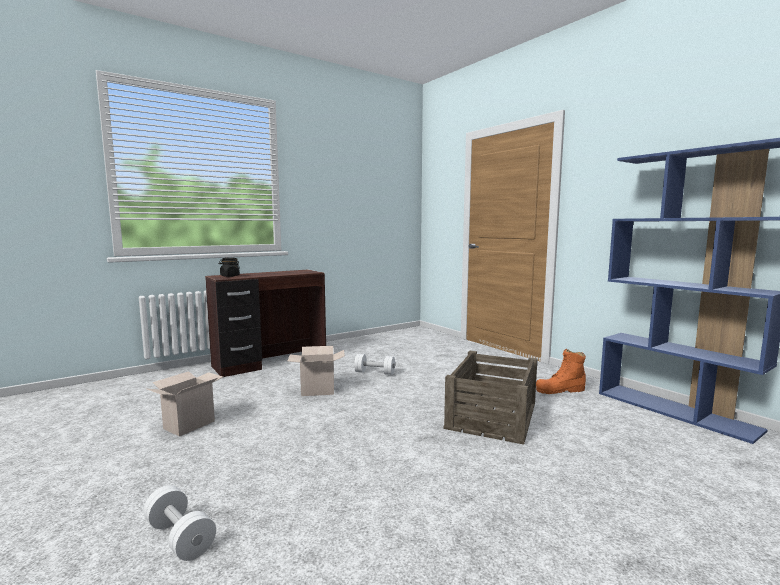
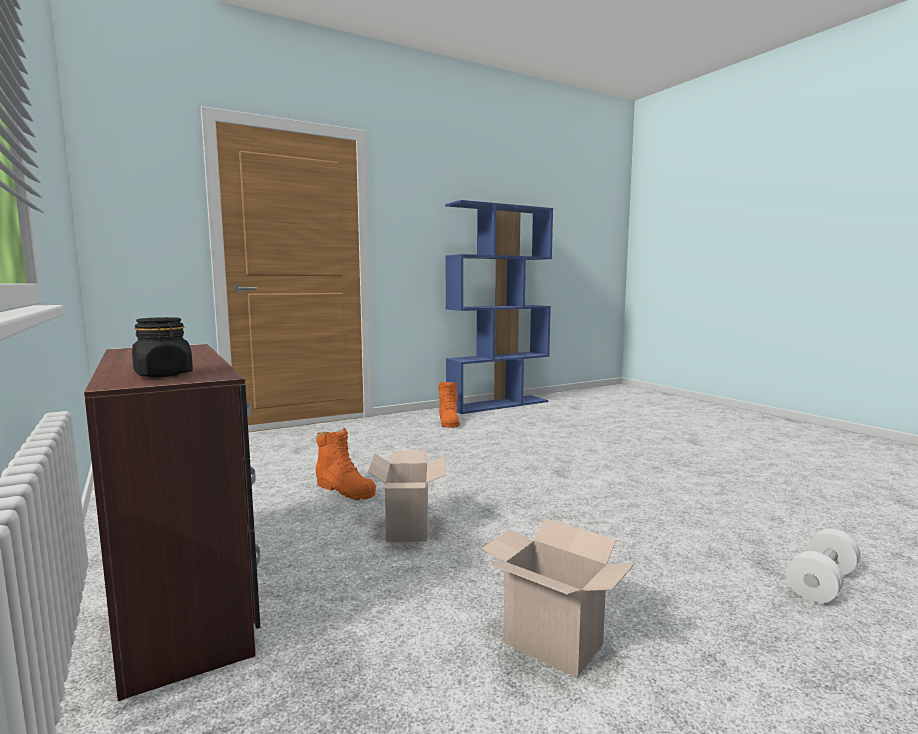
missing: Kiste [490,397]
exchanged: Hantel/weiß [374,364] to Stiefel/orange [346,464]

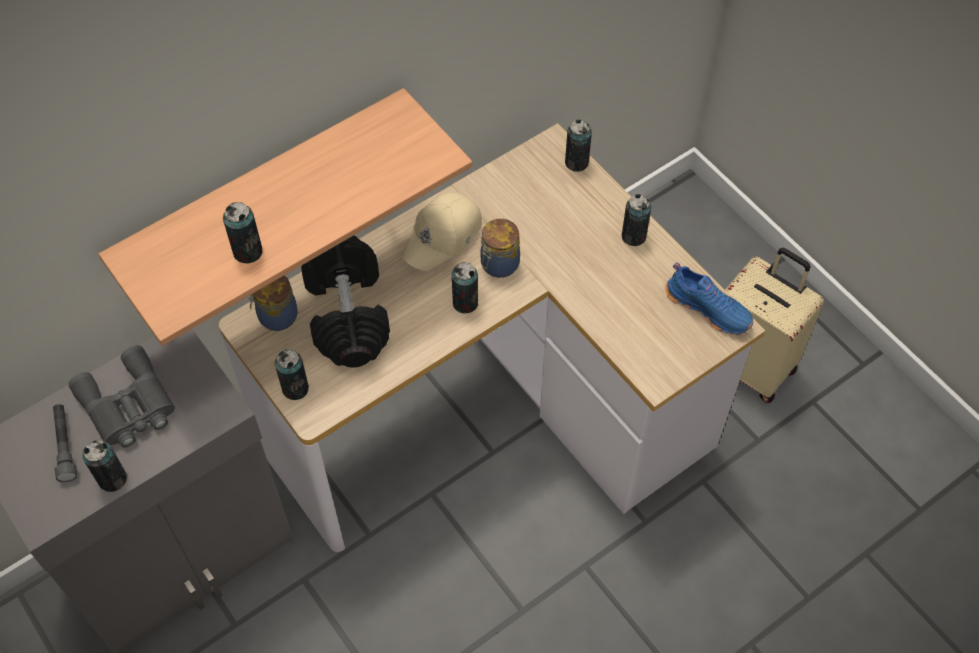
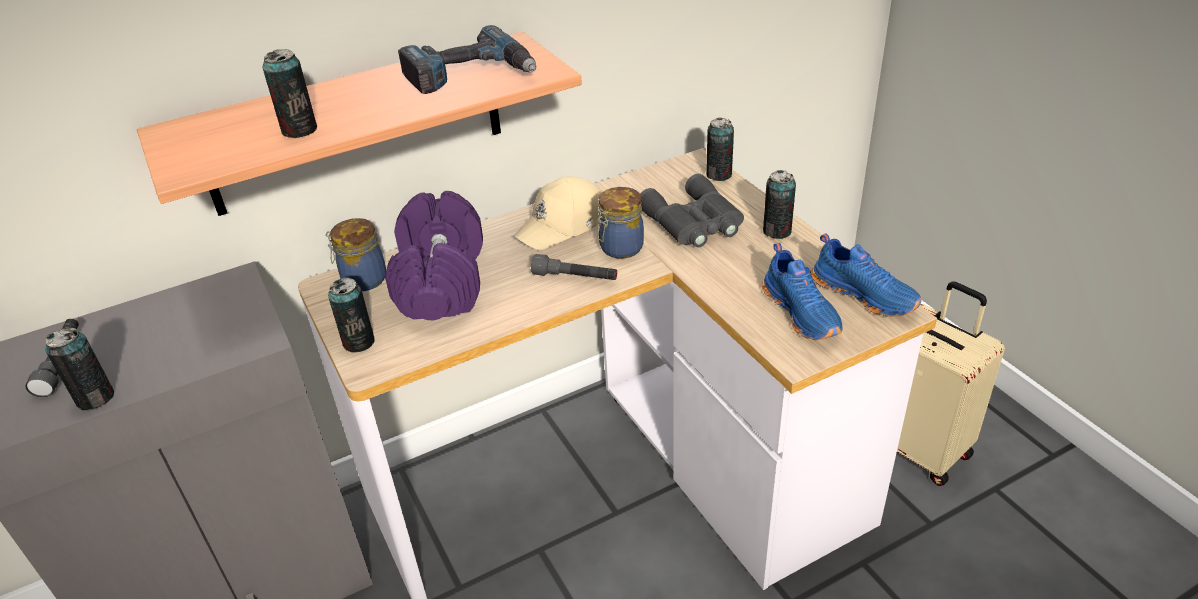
appeared: Bohrmaschine [467,59]; Schuh/blau [802,291]
relocated: Fernglas/grau [121,396] to [692,210]
exchanged: Dose [465,287] to Taschenlampe/grau [574,267]
colour: Hantel/schwarz [345,301] to Hantel/lila [434,255]

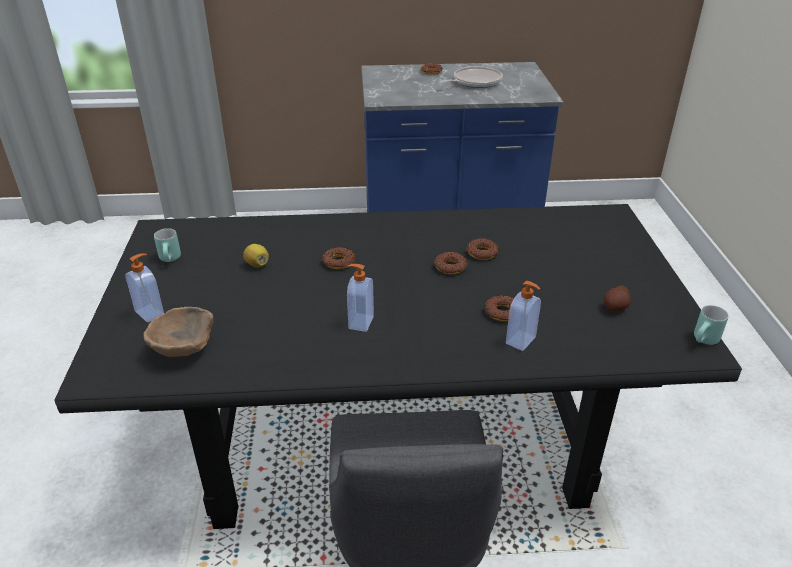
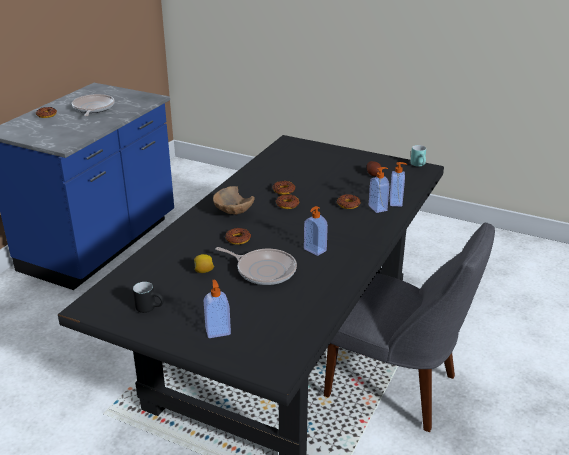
appeared: Pfanne [256,266]; Seifenspender [398,184]
relocated: Schüssel/braun [178,332] to [234,200]
colour: Henkelbecher/türkis [167,245] to Henkelbecher/schwarz [148,297]

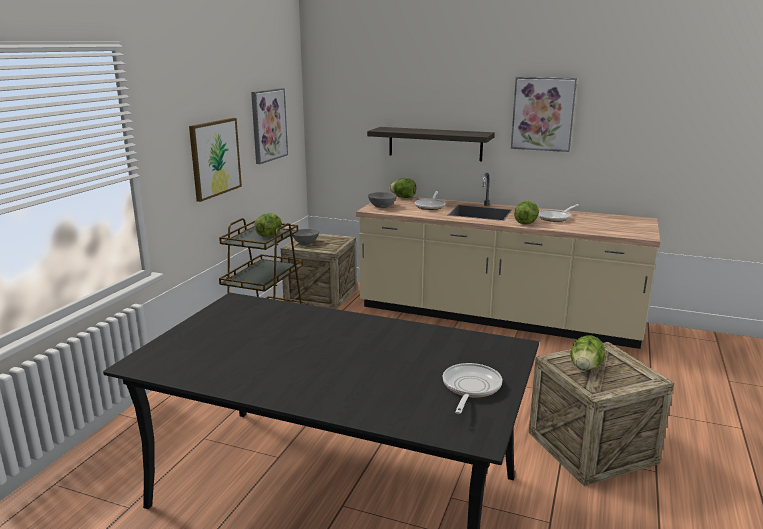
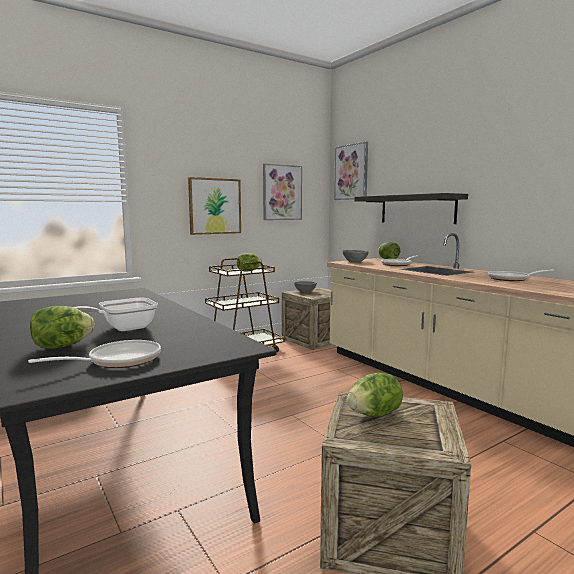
appeared: Pfanne [116,314]
relocated: Salatkopf [526,213] to [62,327]; Bild [544,114] to [351,171]

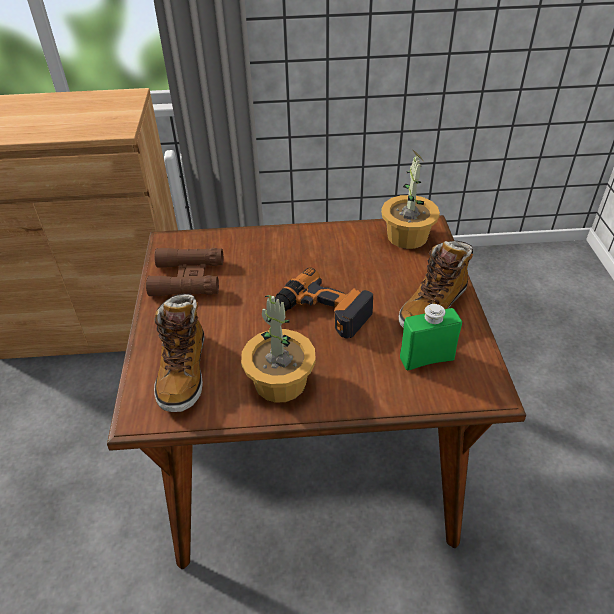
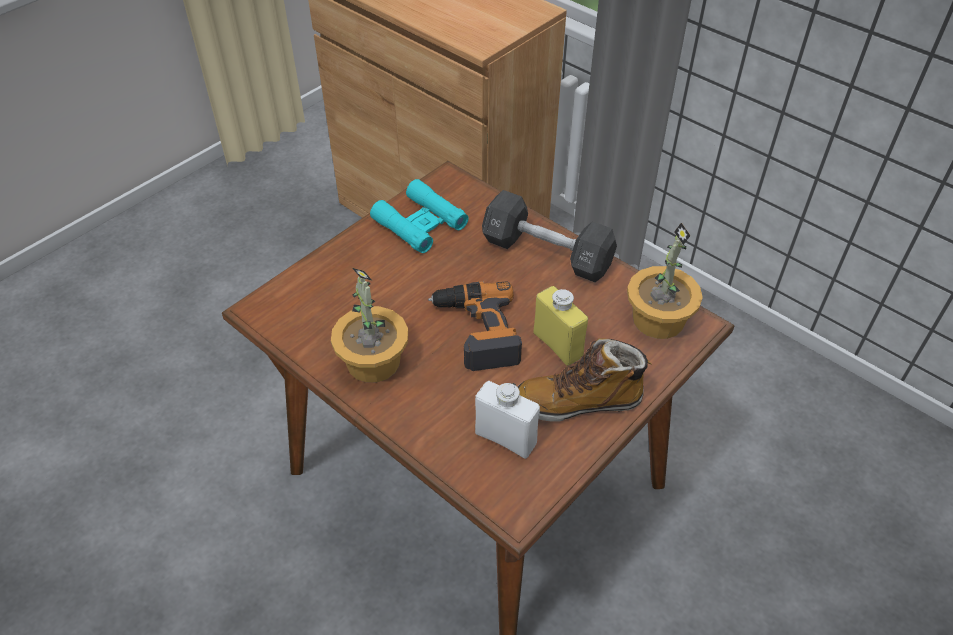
missing: Stiefel [179,353]
appeared: Hantel/schwarz [549,236]; Flasche/gelb [560,326]
colour: Fernglas/braun [184,272] to Fernglas/türkis [419,216]; Flasche/grün [431,336] to Flasche/weiß [507,420]

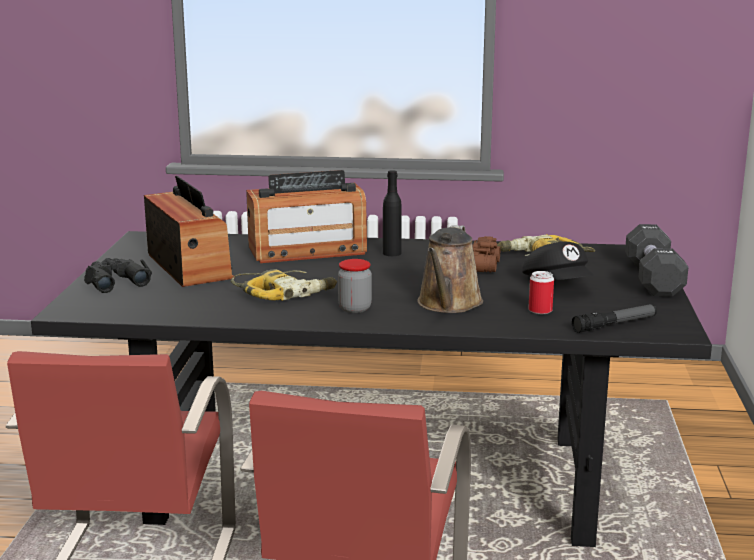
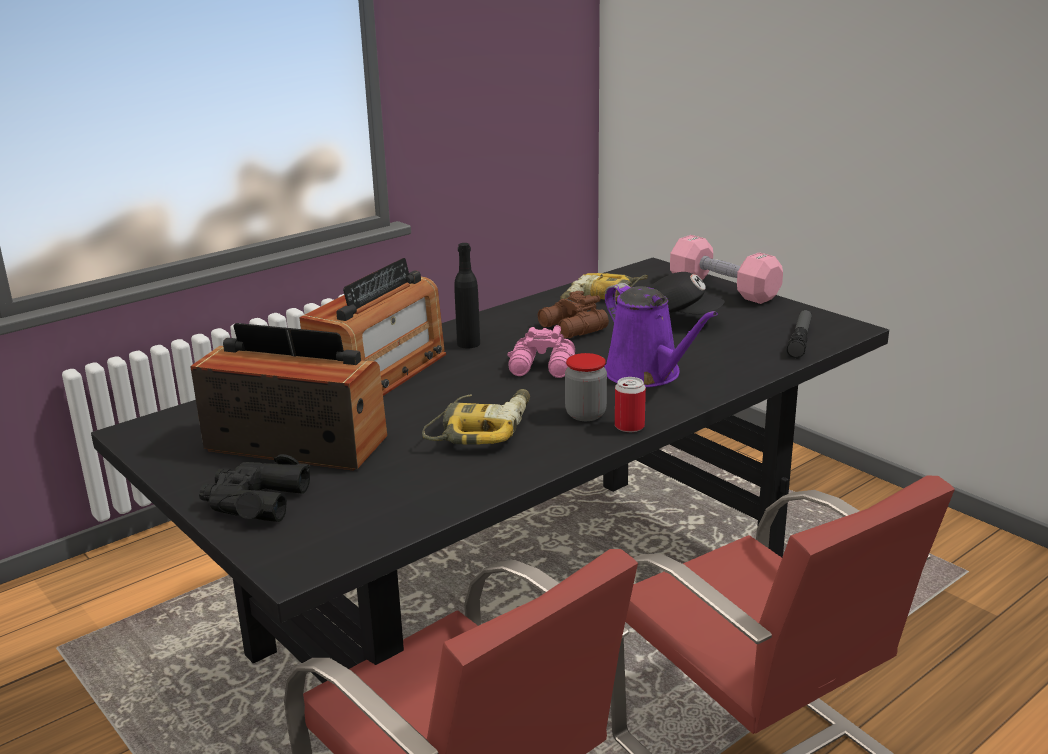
appeared: Fernglas/rosa [541,351]
relocated: Dose [541,292] to [630,404]
colour: Gießkanne/braun [450,269] to Gießkanne/lila [661,335]; Hantel/schwarz [656,260] to Hantel/rosa [726,269]

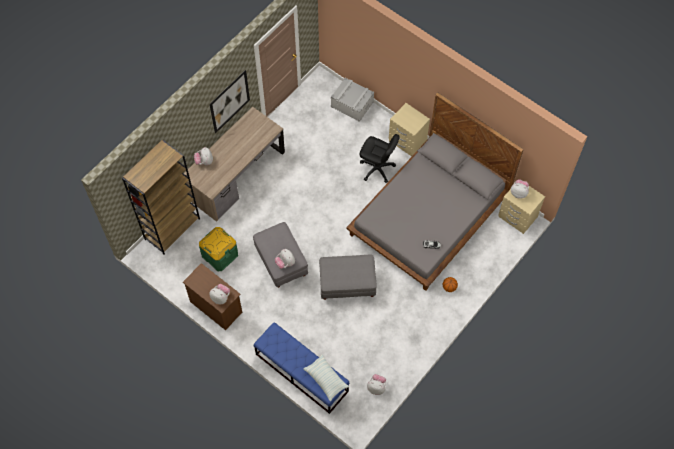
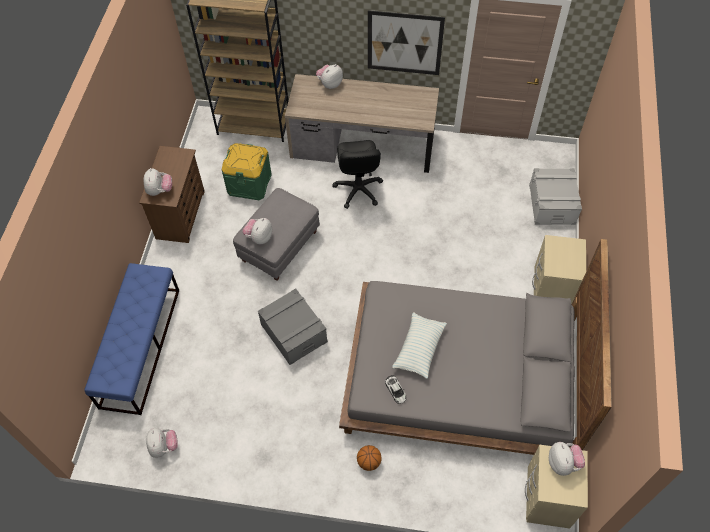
relocated: Bürostuhl/schwarz [380,158] to [357,174]; Kissen [326,378] to [419,346]
exchanged: Polsterhocker/grau [348,277] to Aufbewahrungsbox/grau [293,326]

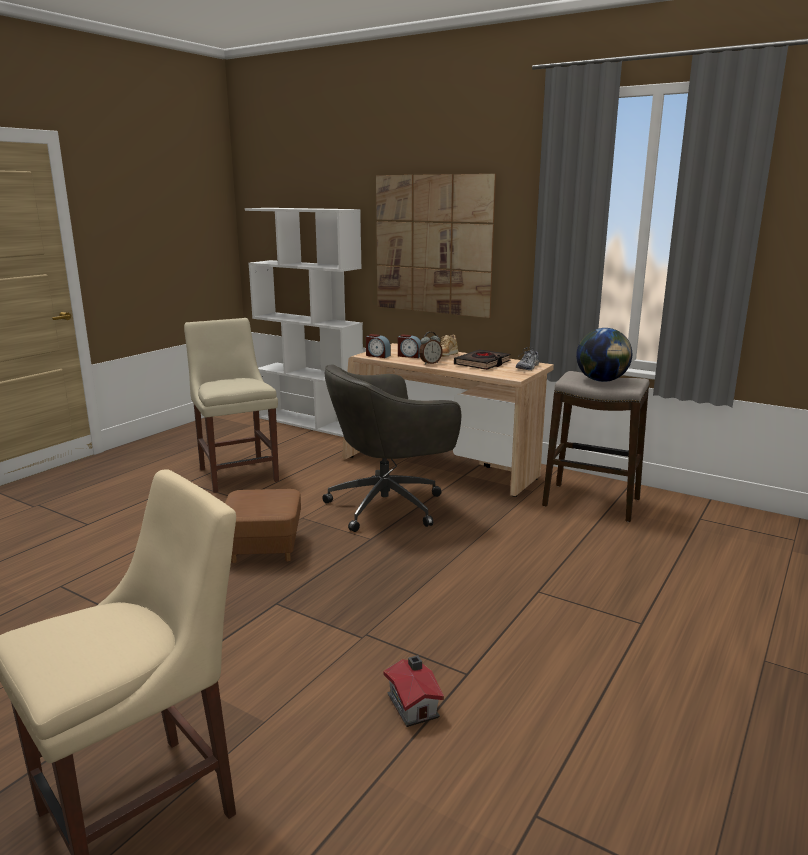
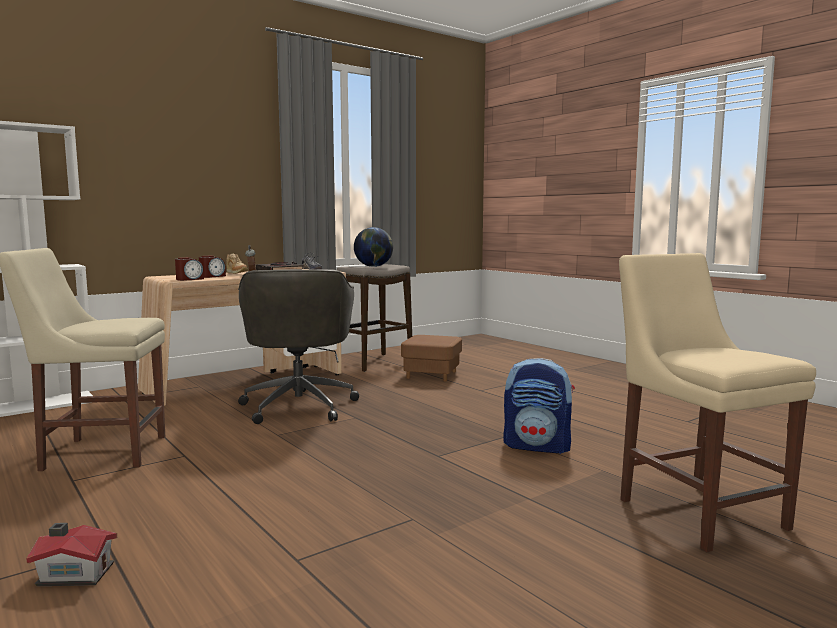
missing: Bild [436,246]
appeared: Rucksack [539,406]
relocated: Spielzeughaus [414,691] to [71,554]; Polsterhocker/braun [263,526] to [431,358]

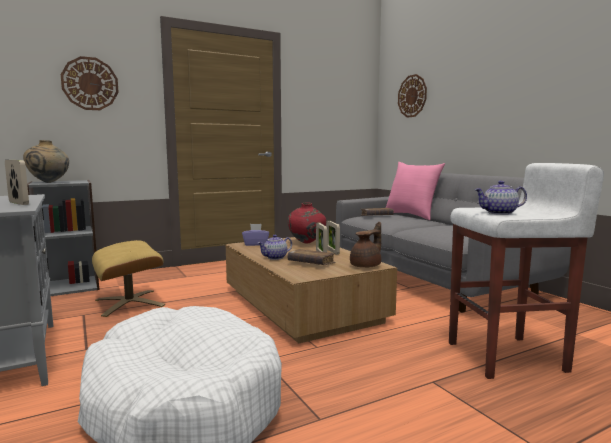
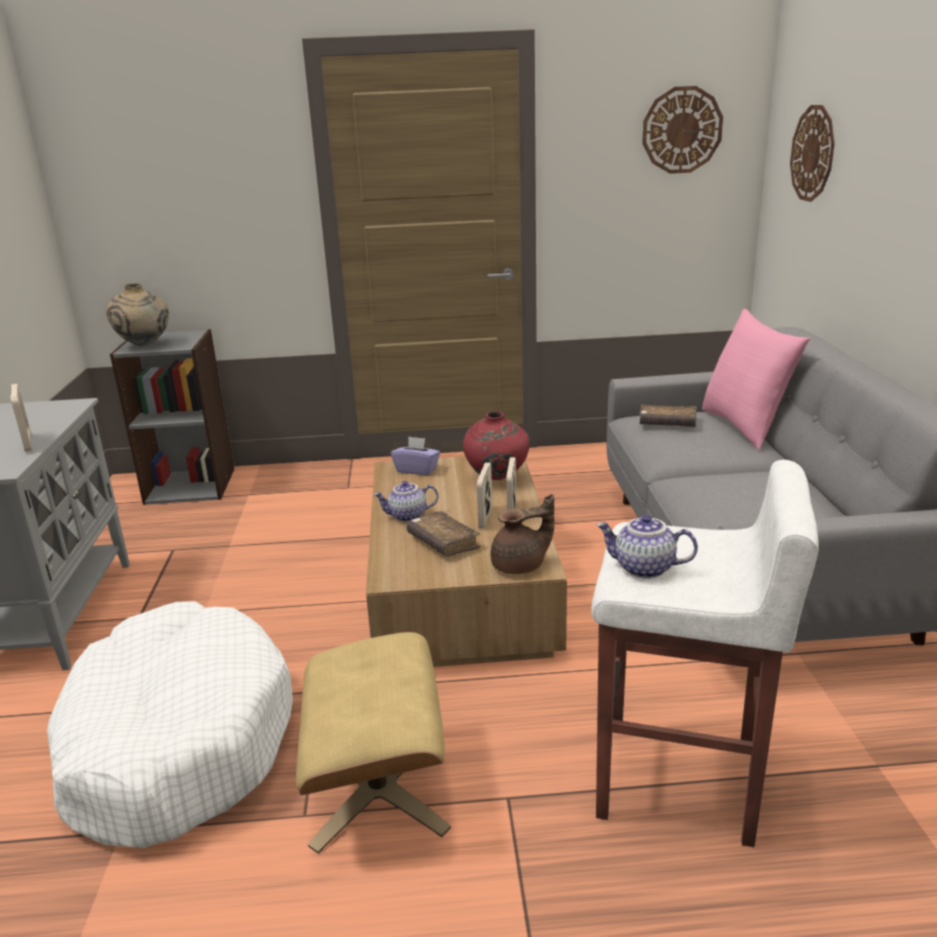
relocated: Polsterhocker/beige [128,278] to [373,742]; Wanduhr [90,83] to [682,130]

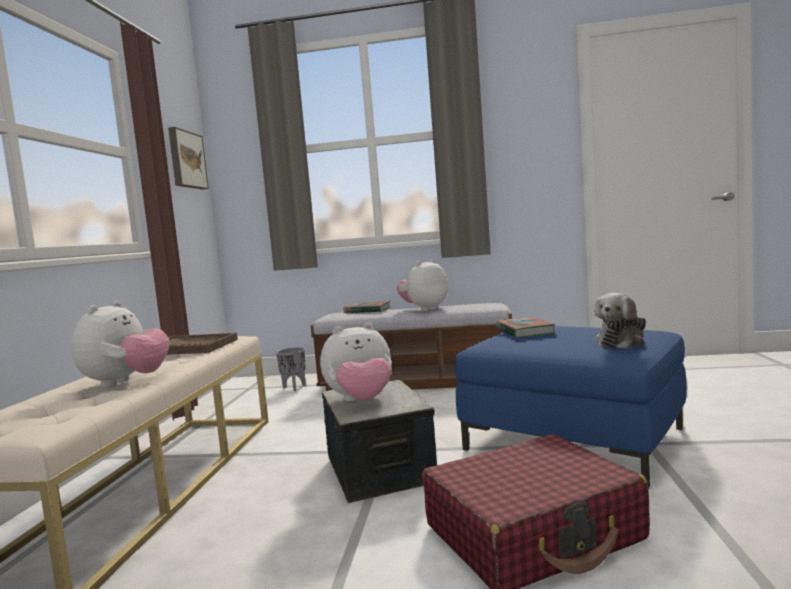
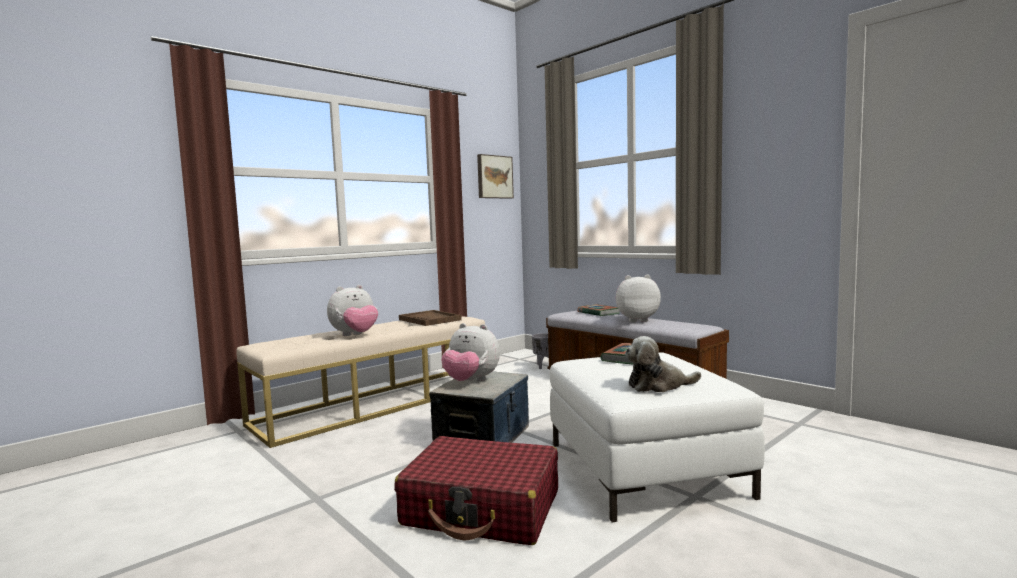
colour: Polsterhocker/blau [570,407] to Polsterhocker/weiß [657,437]

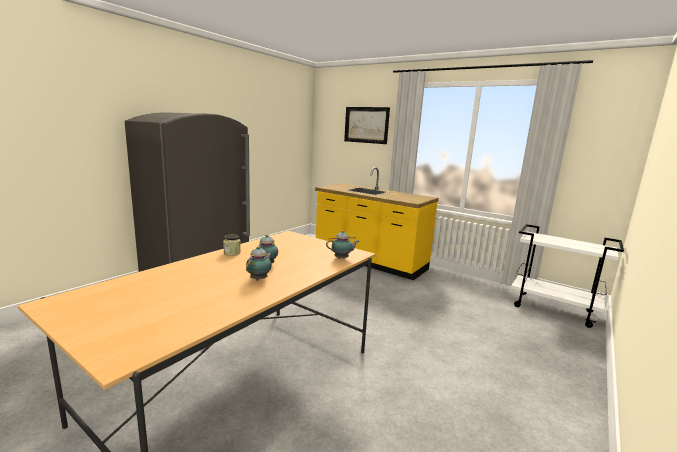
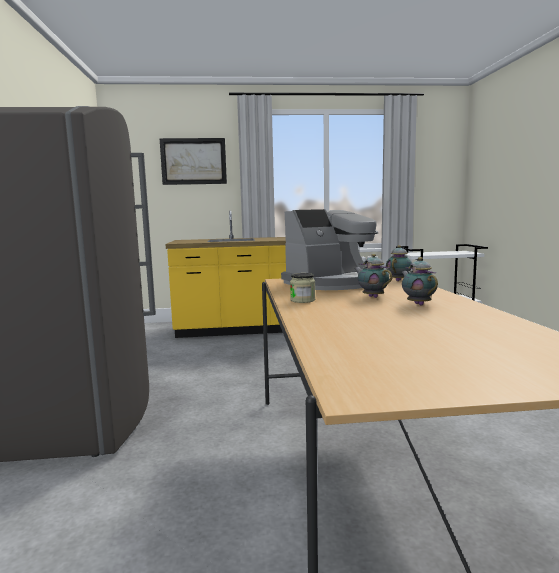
appeared: Kaffeemaschine [329,249]

